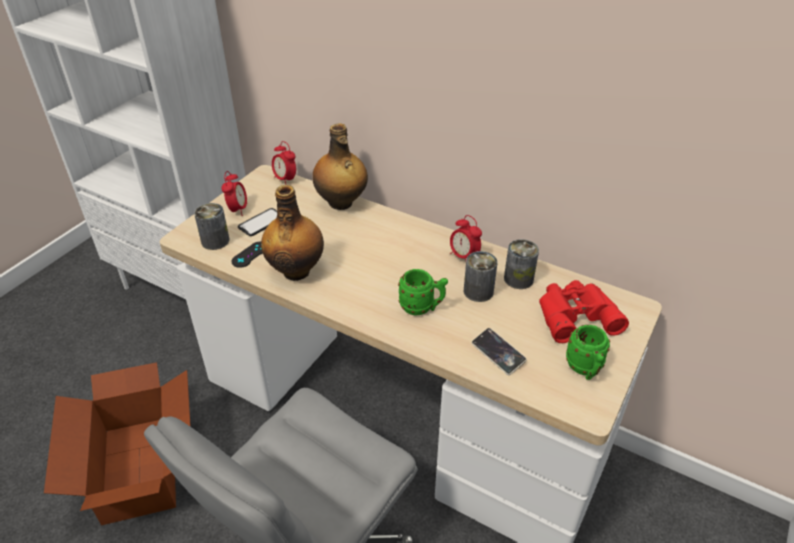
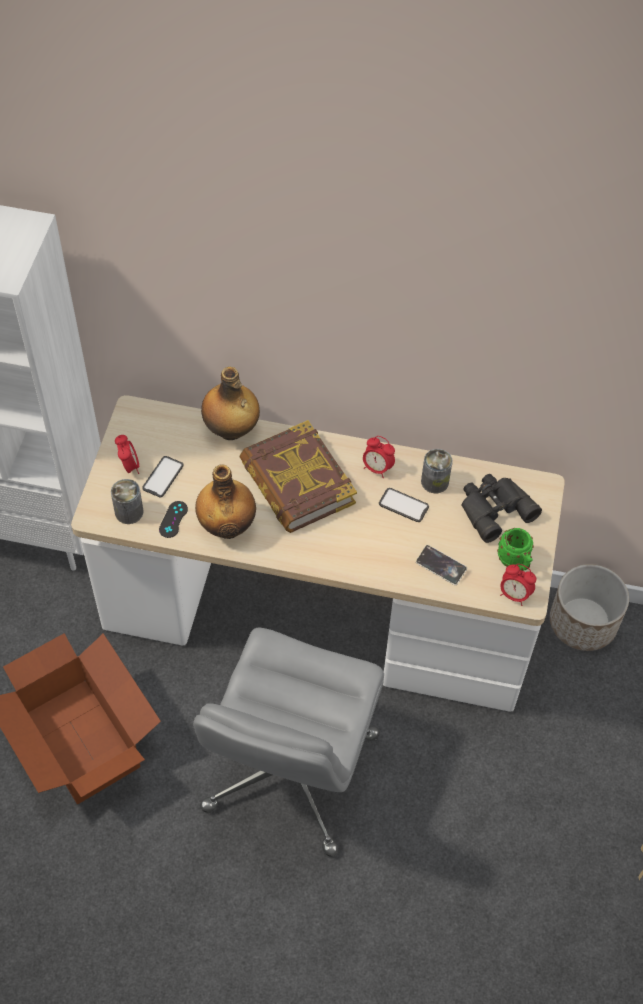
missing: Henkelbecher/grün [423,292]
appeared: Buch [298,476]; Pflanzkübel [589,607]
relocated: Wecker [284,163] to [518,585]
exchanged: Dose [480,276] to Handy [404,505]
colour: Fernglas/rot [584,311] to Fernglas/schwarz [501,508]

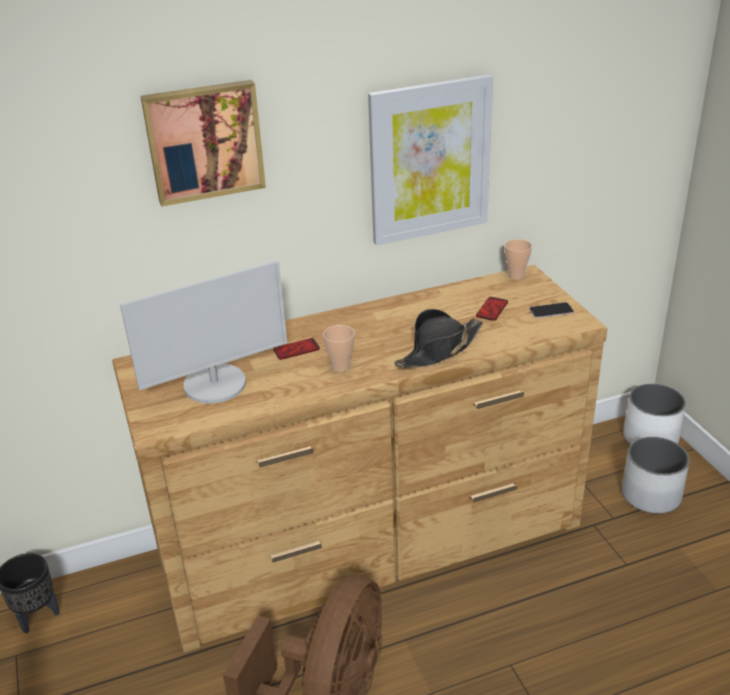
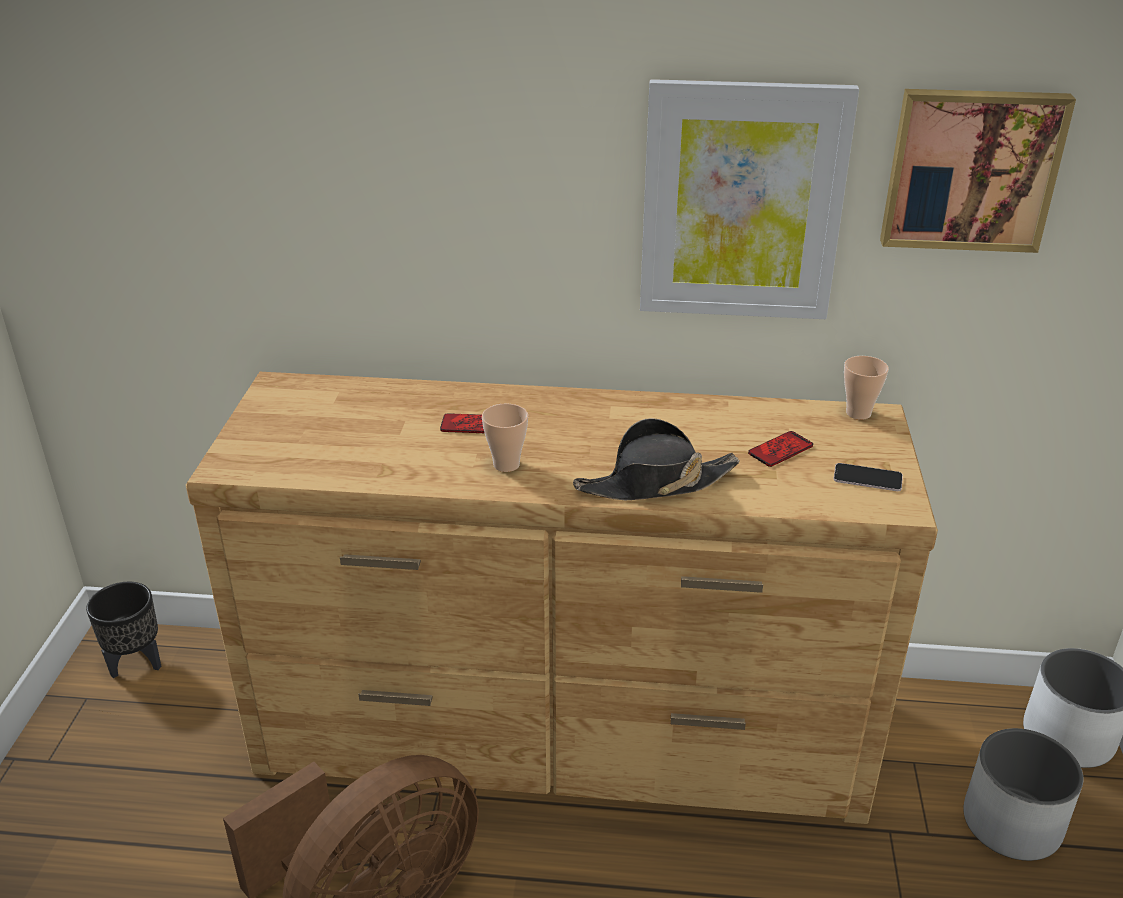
missing: Monitor [203,332]
relocated: Bild [203,143] to [978,171]

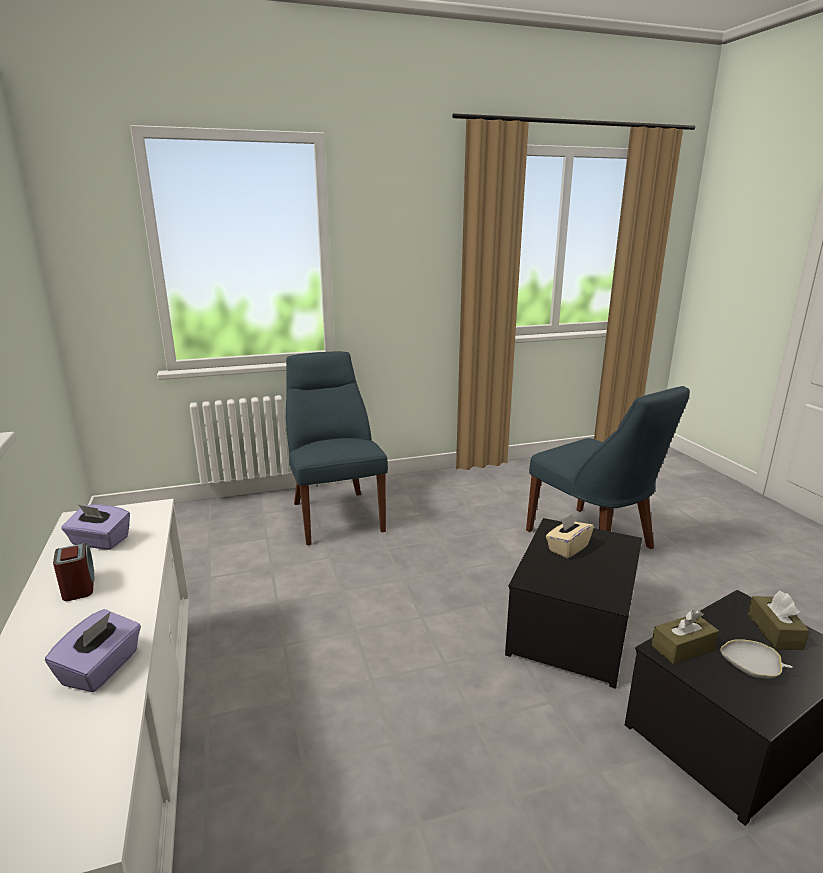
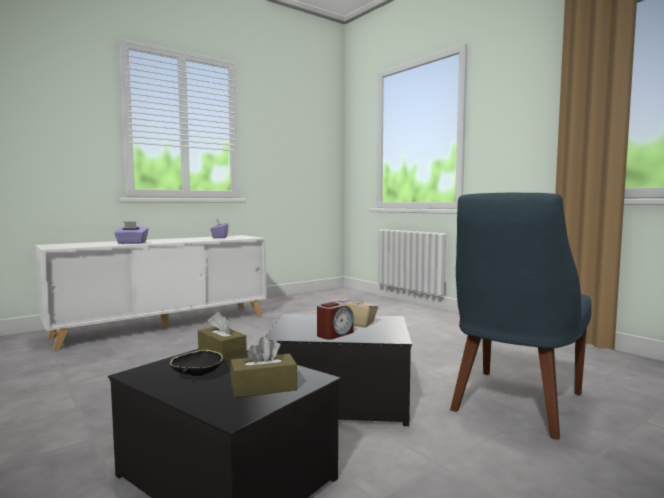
missing: Stuhl/blau [337,448]
relocated: Wecker [73,572] to [335,321]
colour: Schüssel/weiß [756,658] to Schüssel/schwarz [196,363]

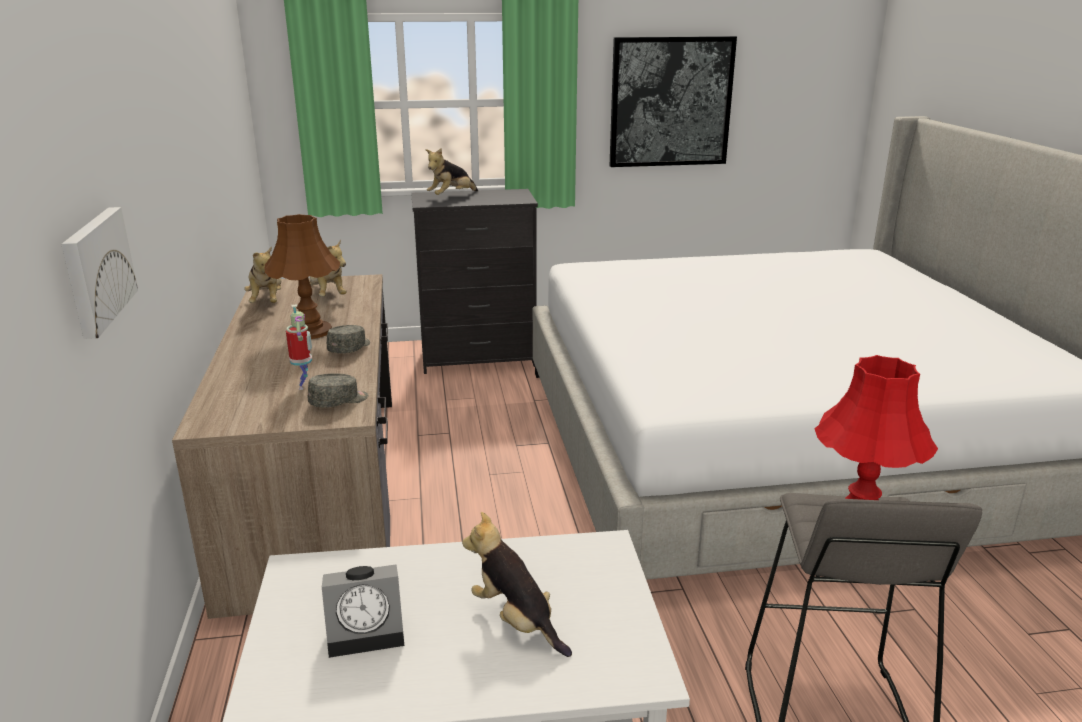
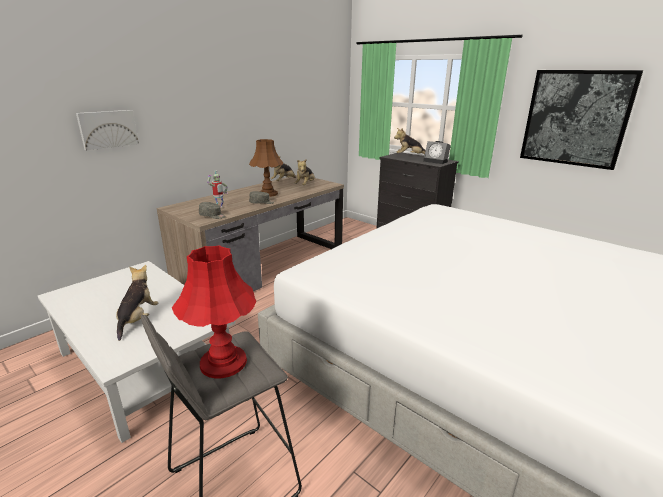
relocated: Wecker [363,611] to [437,152]

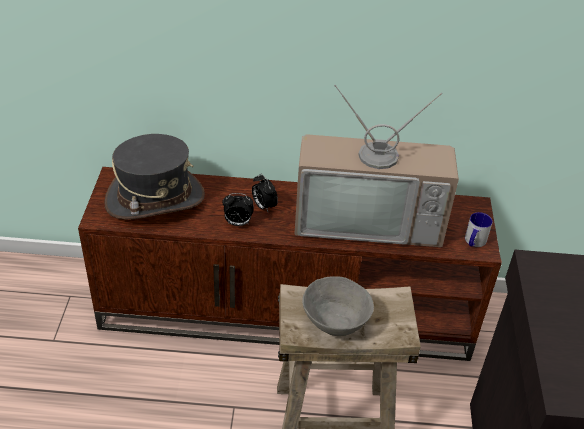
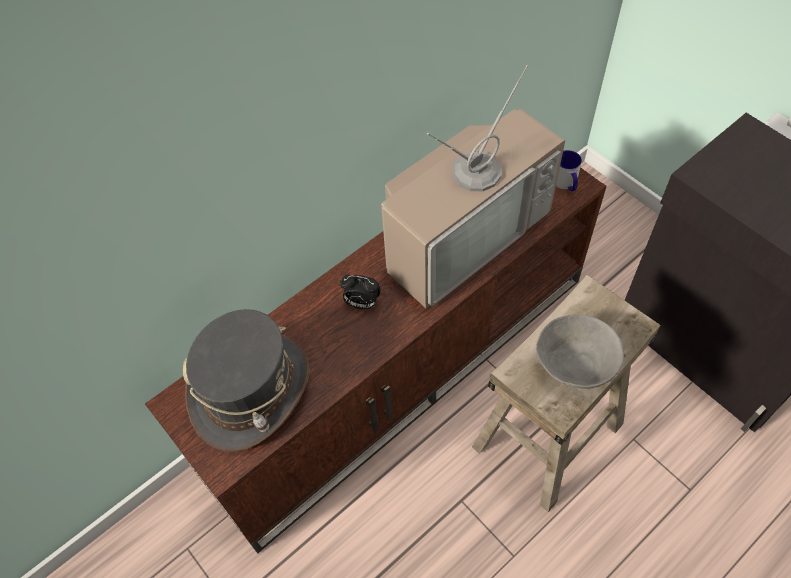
missing: Wecker [238,209]

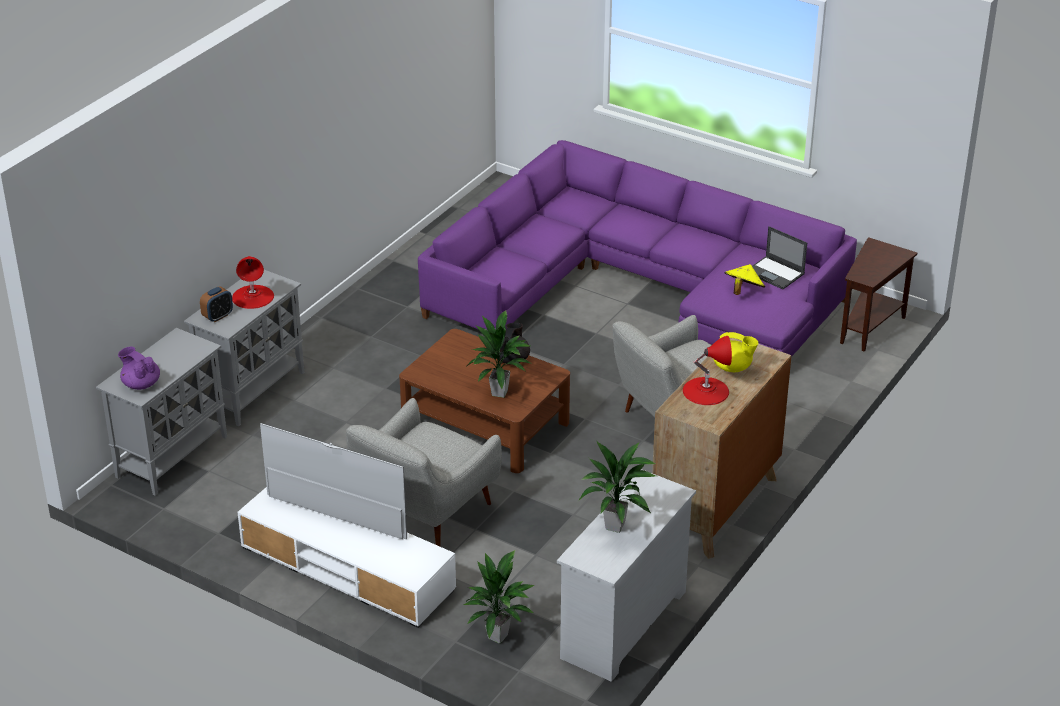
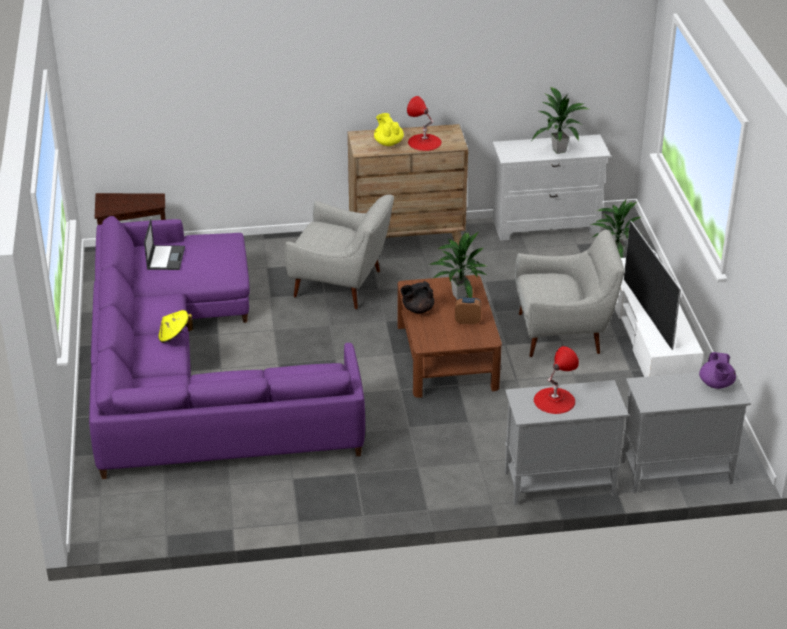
relocated: Hut/gelb [745,279] to [175,326]; Wecker [216,304] to [468,311]

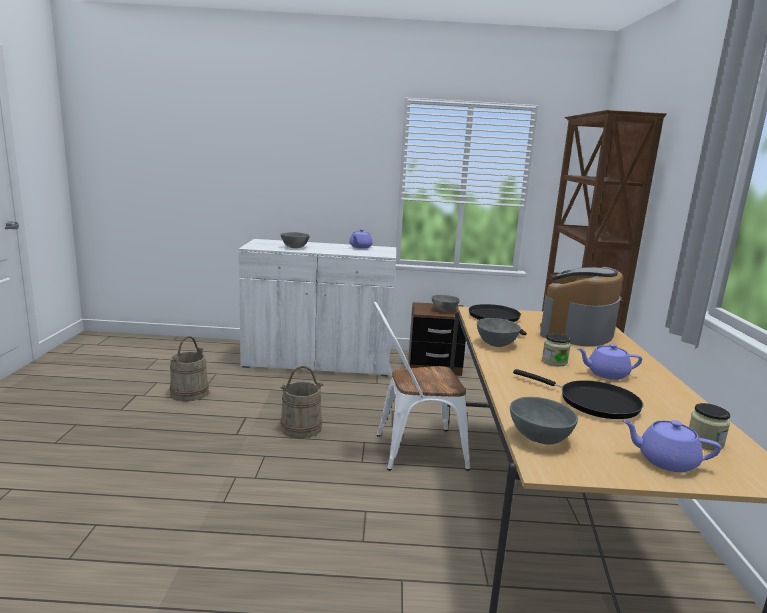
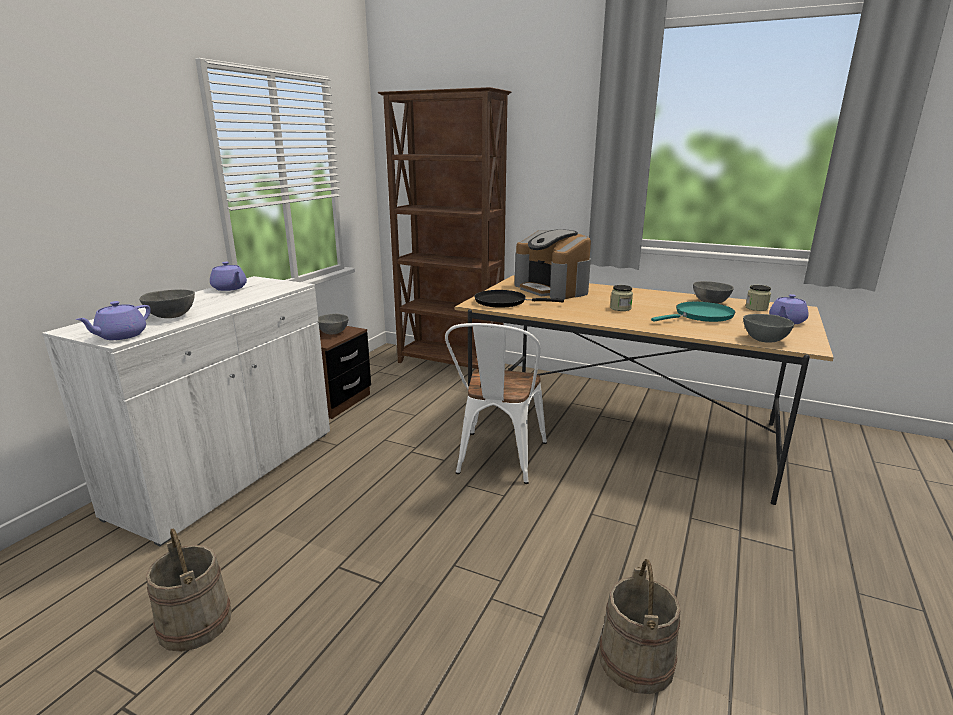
relocated: Teekanne/lila [609,362] to [113,320]; Eimer/beige [302,402] to [640,626]; Schüssel/grau [499,332] to [713,292]
colour: Pfanne/schwarz [578,394] to Pfanne/türkis [693,312]

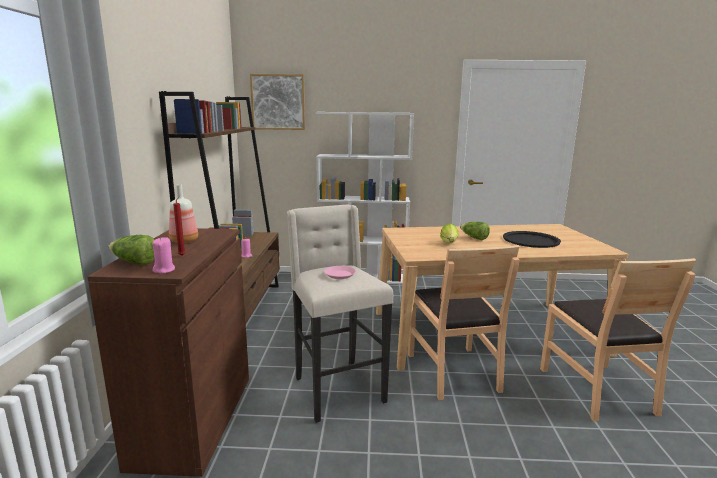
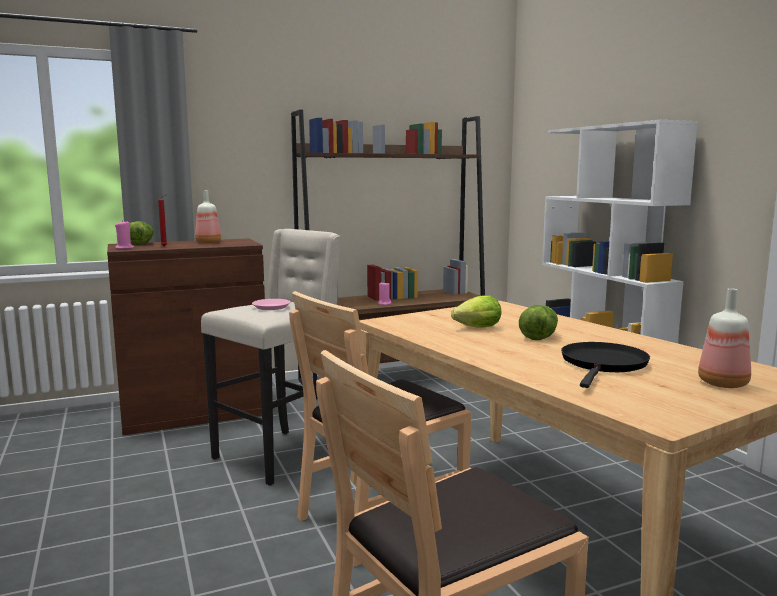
missing: Bild [277,102]
appeared: Flasche [724,338]
exchanged: Tablett/schwarz [532,239] to Pfanne/schwarz [605,365]

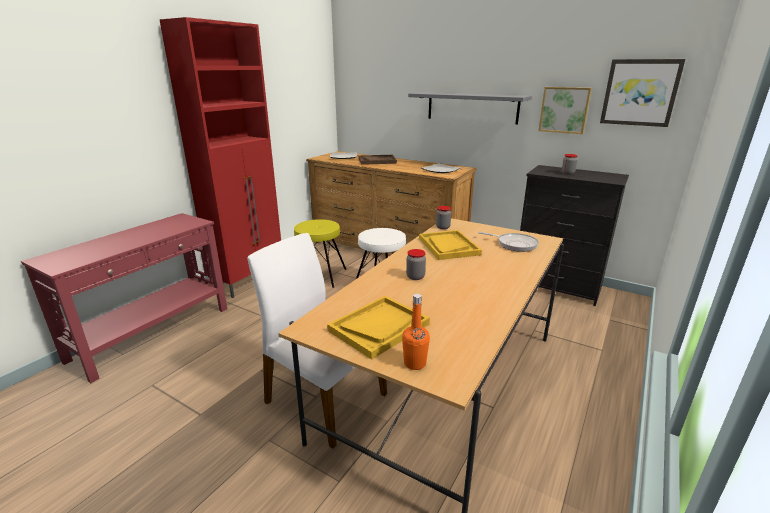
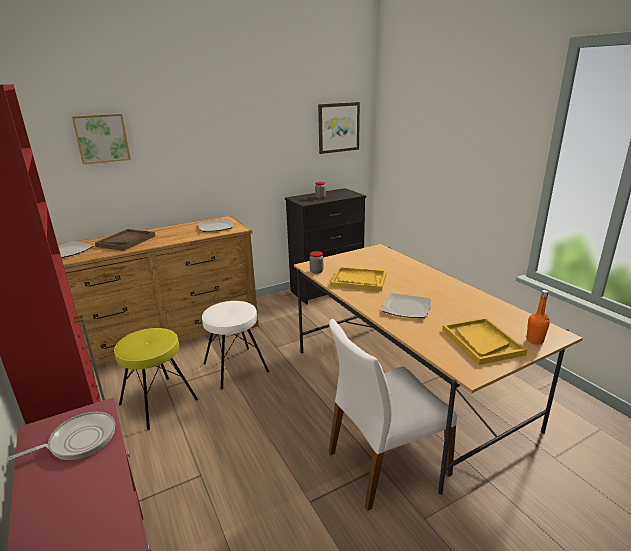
missing: Wandregal/grau [470,108]
relocated: Pfanne [508,242] to [60,436]; Bild [565,110] to [101,139]
exchanged: Vorratsglas [416,264] to Teller [406,305]

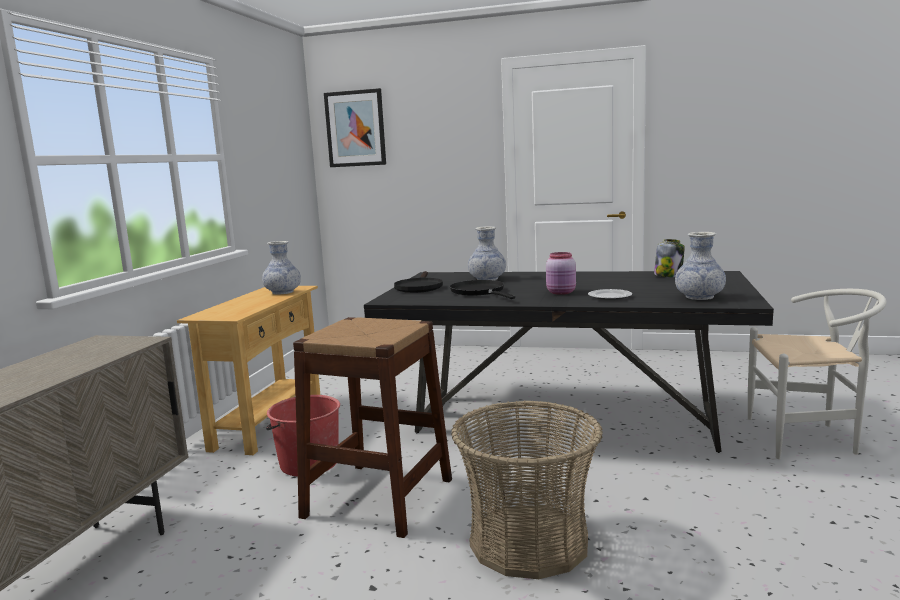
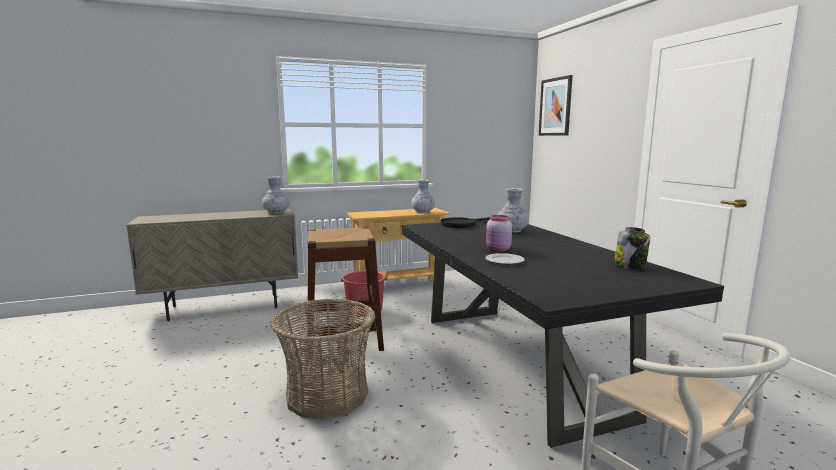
missing: Pfanne/schwarz [482,289]
relocated: Vase [700,266] to [276,195]

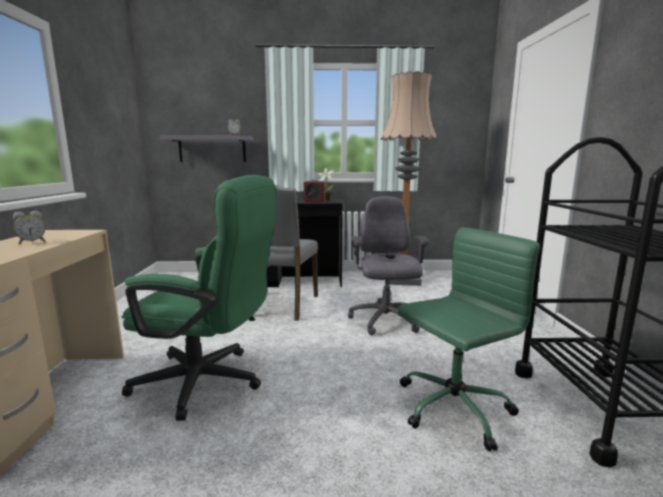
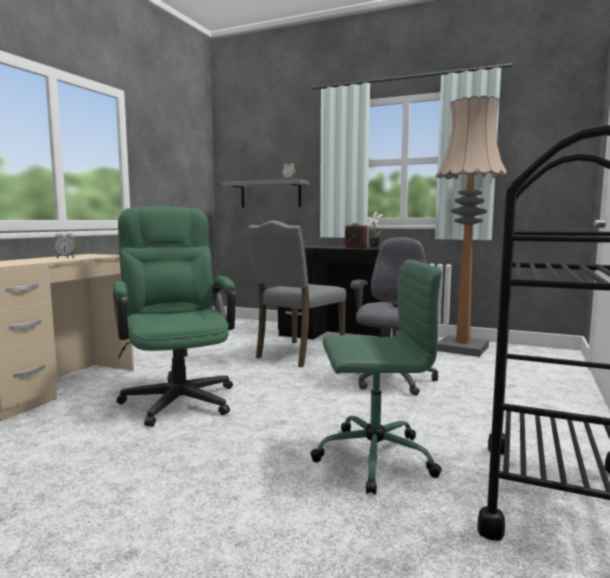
spun: Bürostuhl/grün [199,298] = [174,316] 150 degrees counterclockwise

